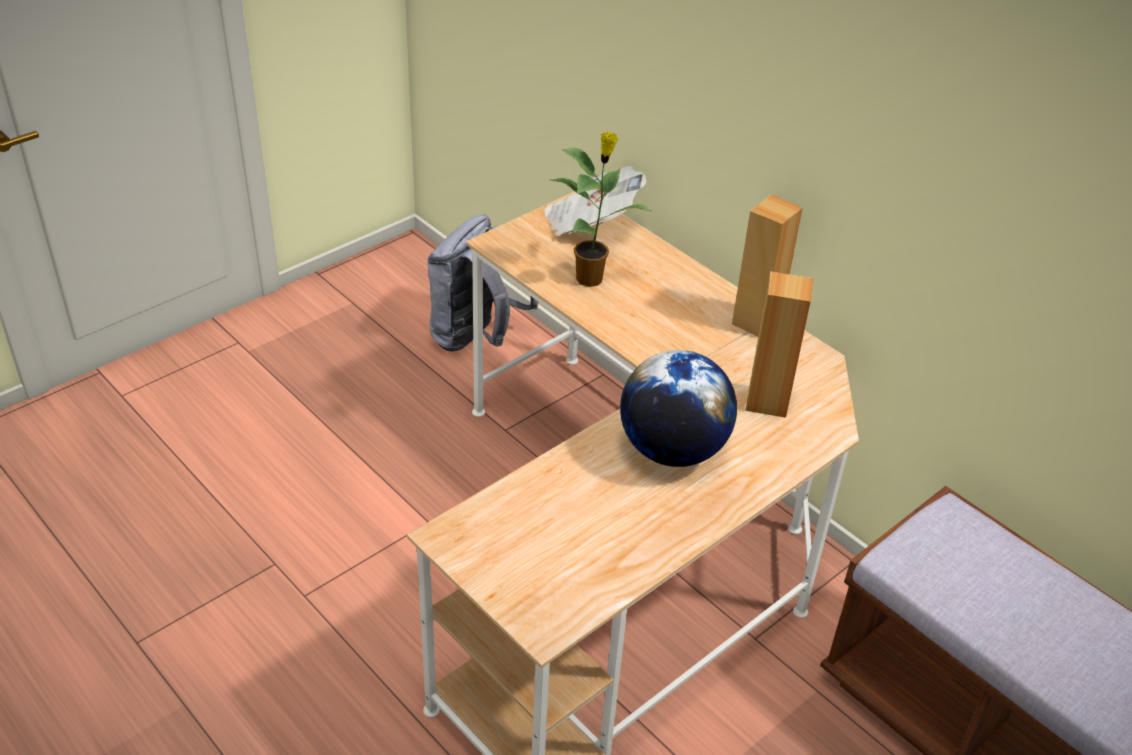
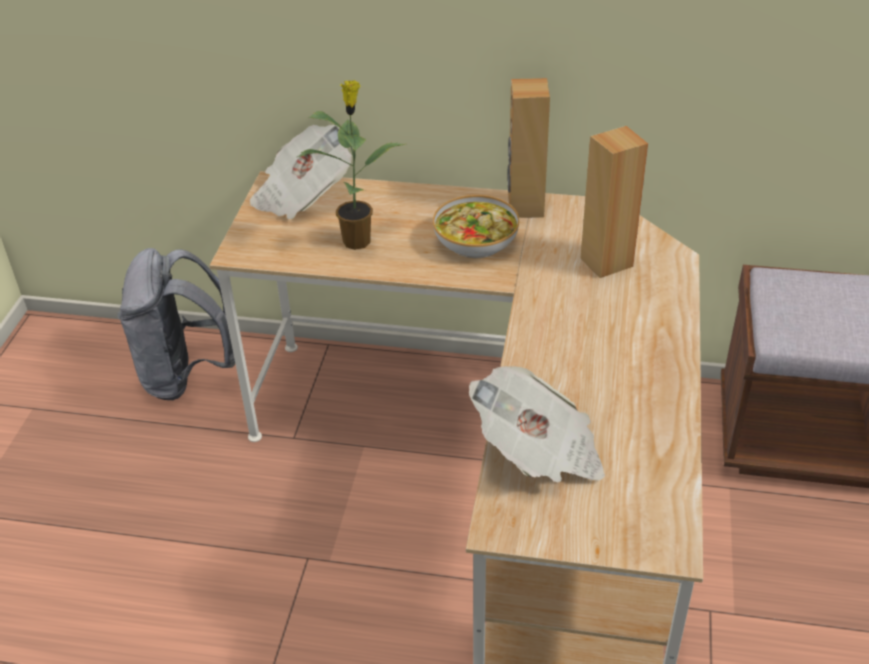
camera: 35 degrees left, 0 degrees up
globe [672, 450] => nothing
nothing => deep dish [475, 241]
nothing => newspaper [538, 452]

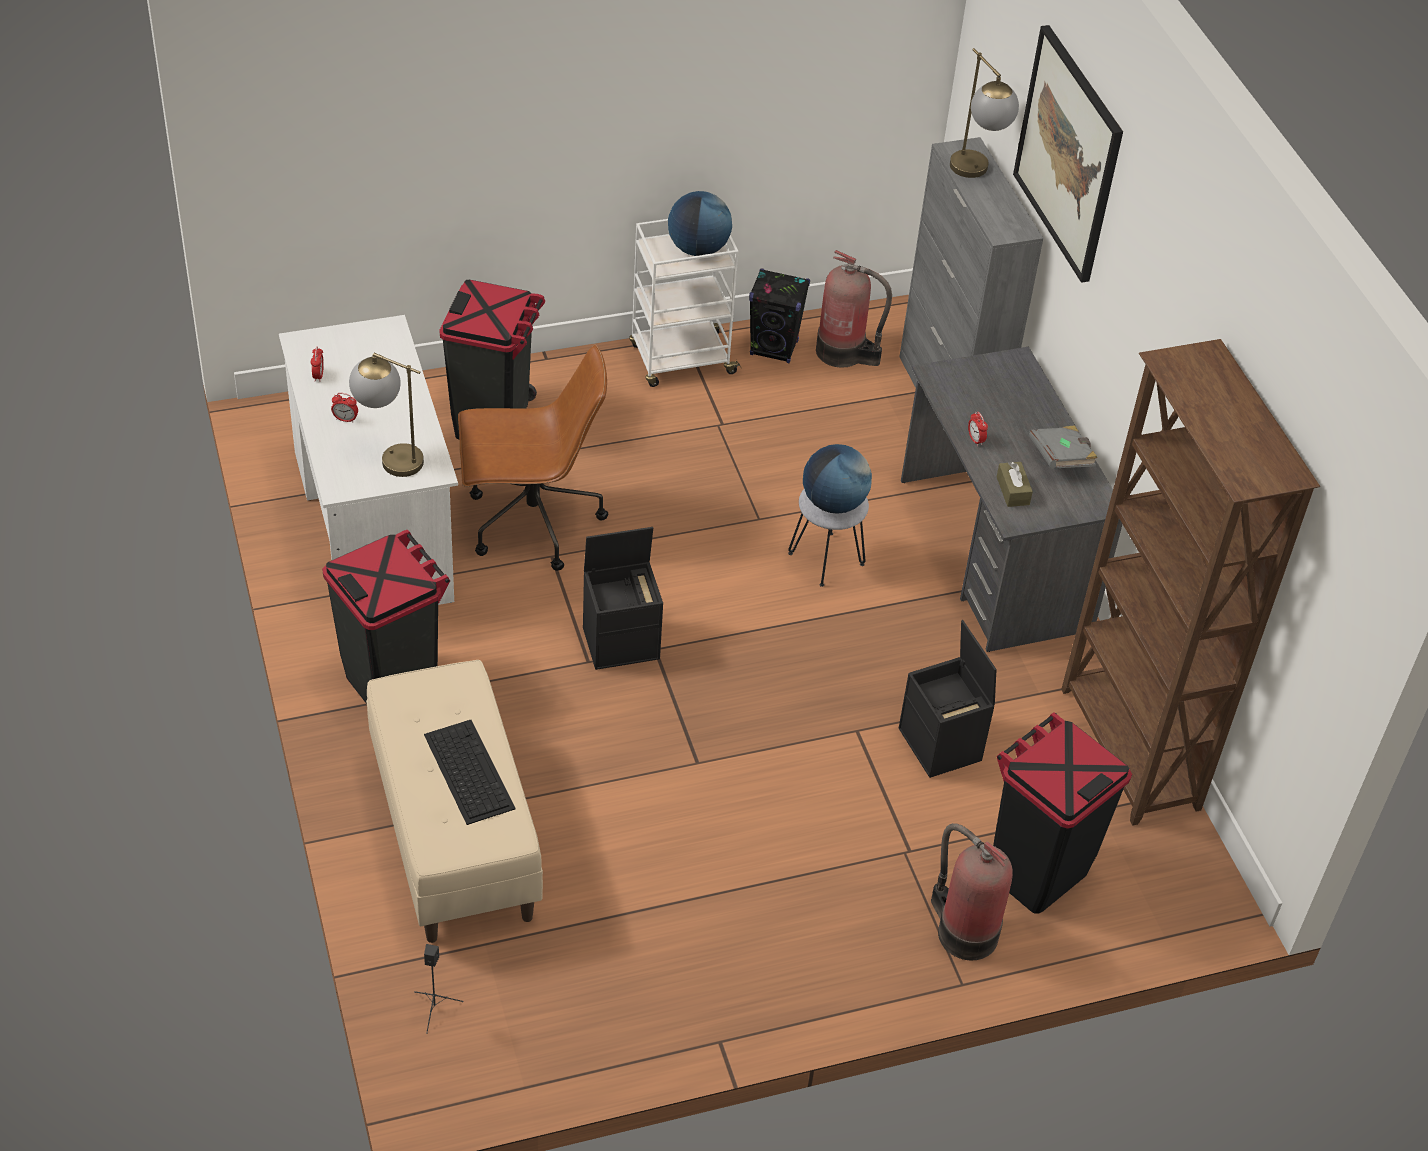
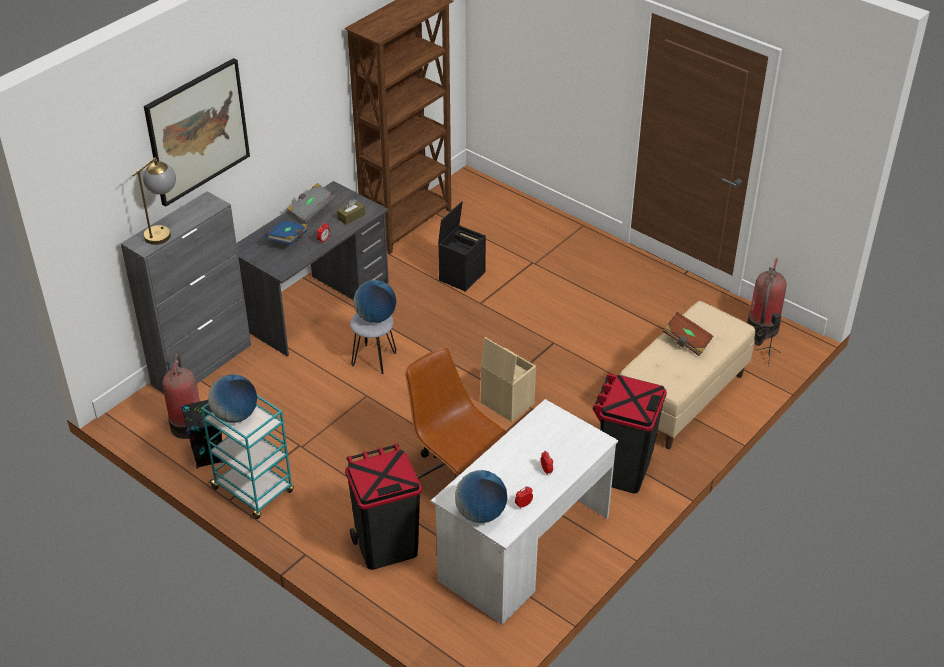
camera: 120 degrees left, 5 degrees down
white wheeled cart [681, 360] => turquoise-coloured wheeled cart [254, 491]
table lamp [389, 457] => nothing
black storage container [622, 642] => sand-coloured storage container [506, 403]
black waste bin [1036, 871] => nothing
PC keyboard [468, 770] => brownish bound book [686, 341]
extinguisher [964, 931] => extinguisher [762, 329], relocated
nothing => bluish bound book [288, 239]
nothing => globe [480, 513]

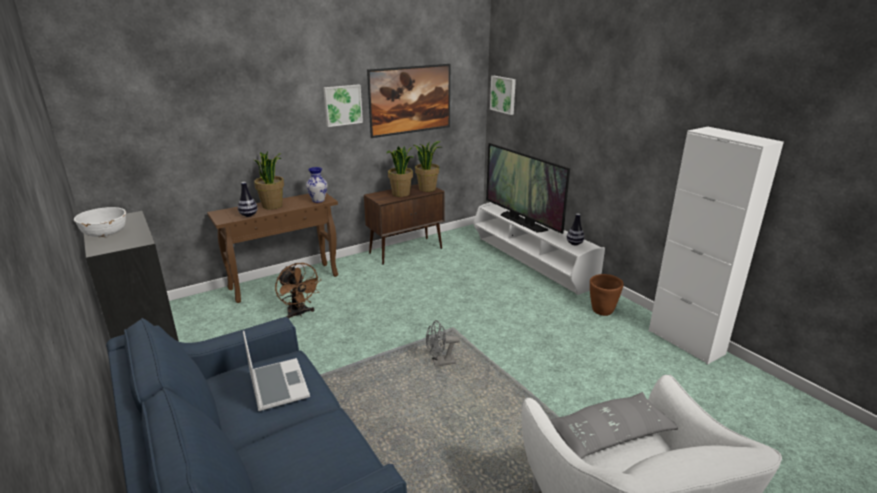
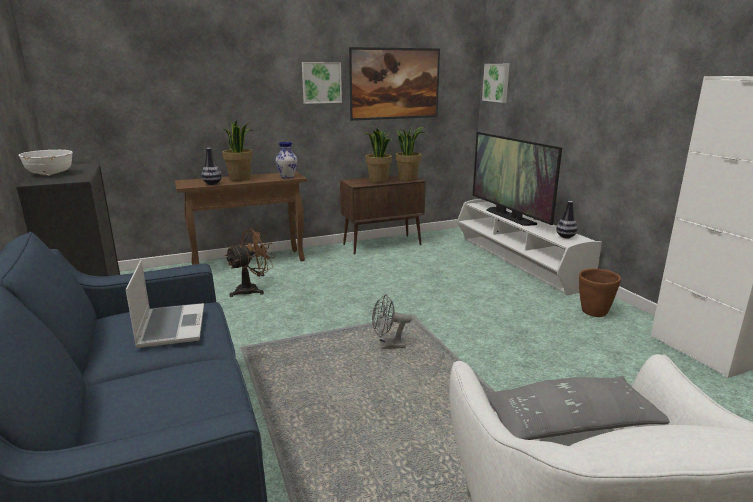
camera: 10 degrees right, 5 degrees down
brownish cooling fan [299, 314] => brownish cooling fan [252, 290], 105 degrees counterclockwise

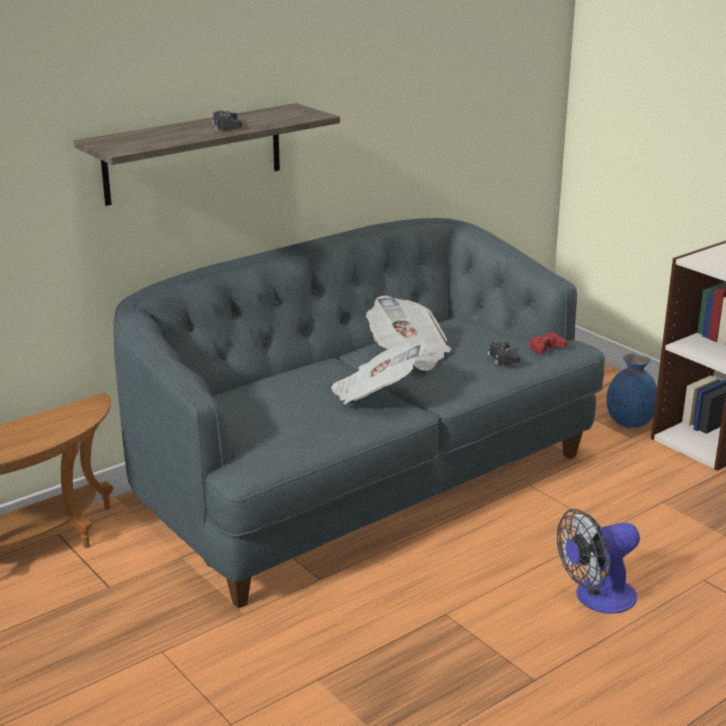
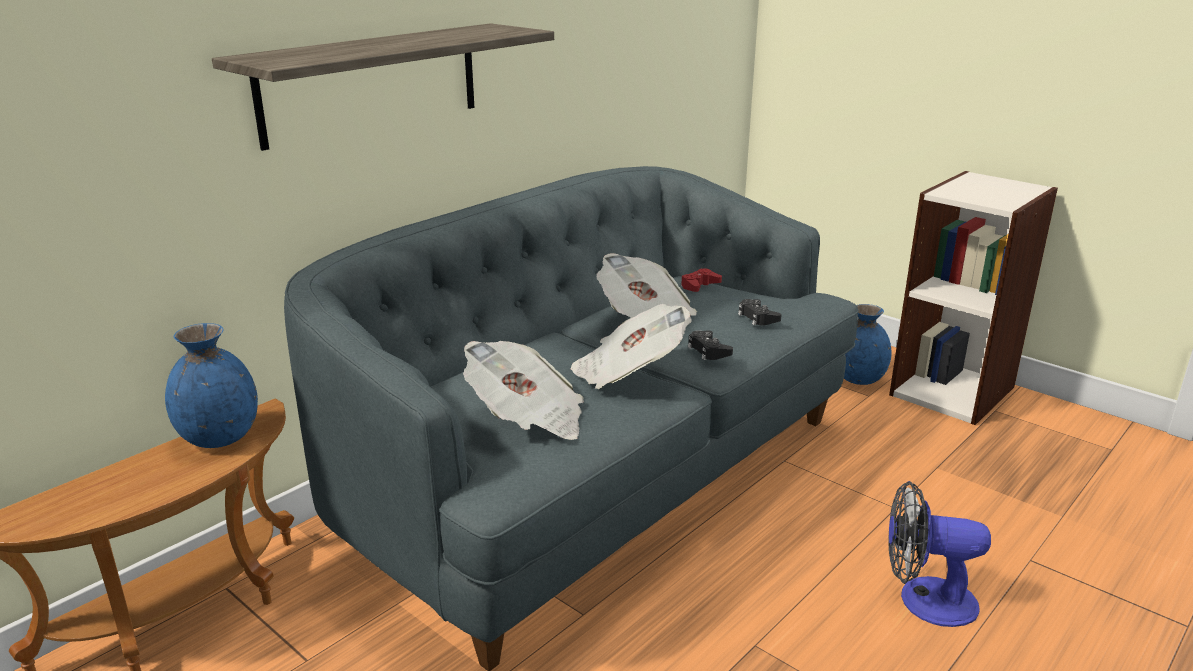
camera: 10 degrees left, 0 degrees up
black gamepad [227, 126] => black gamepad [708, 350], relocated
red gamepad [546, 348] => red gamepad [699, 285], relocated
cooling fan [596, 598] => cooling fan [924, 600], 45 degrees clockwise
nothing => bluish vase [220, 438]
nothing => newspaper [527, 418]

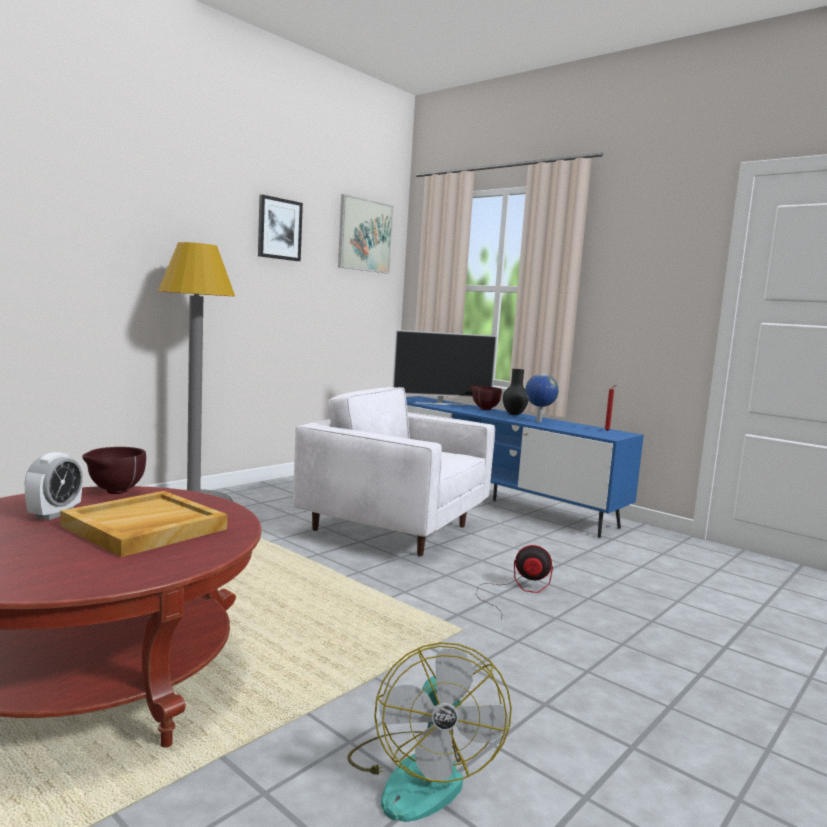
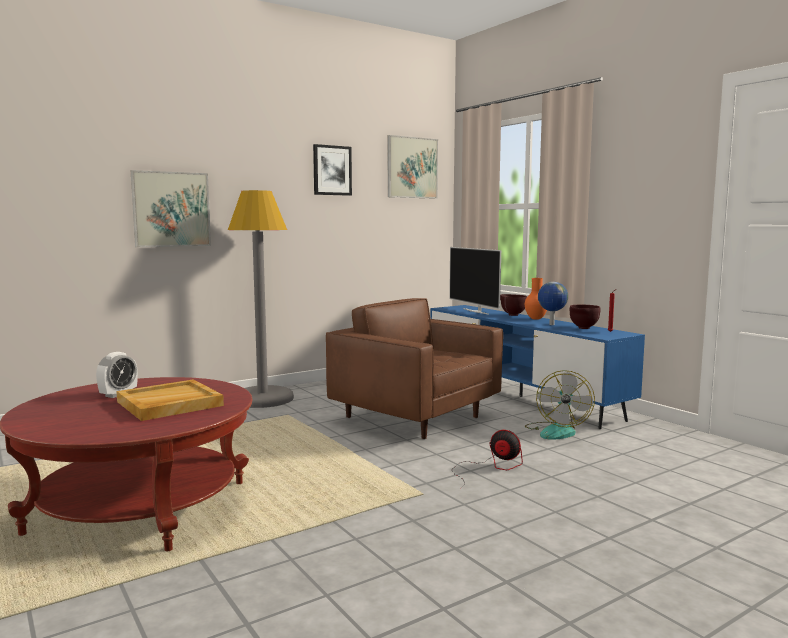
camera: 15 degrees right, 0 degrees up
TV [441, 404] => TV [476, 311], 60 degrees clockwise
black vase [514, 414] => orange-coloured vase [536, 319]
white lounge chair [395, 529] => brownish lounge chair [415, 418]
brownish deep dish [114, 492] => brownish deep dish [583, 328], relocated
cooling fan [420, 774] => cooling fan [556, 431], relocated
nothing => wall art [171, 209]

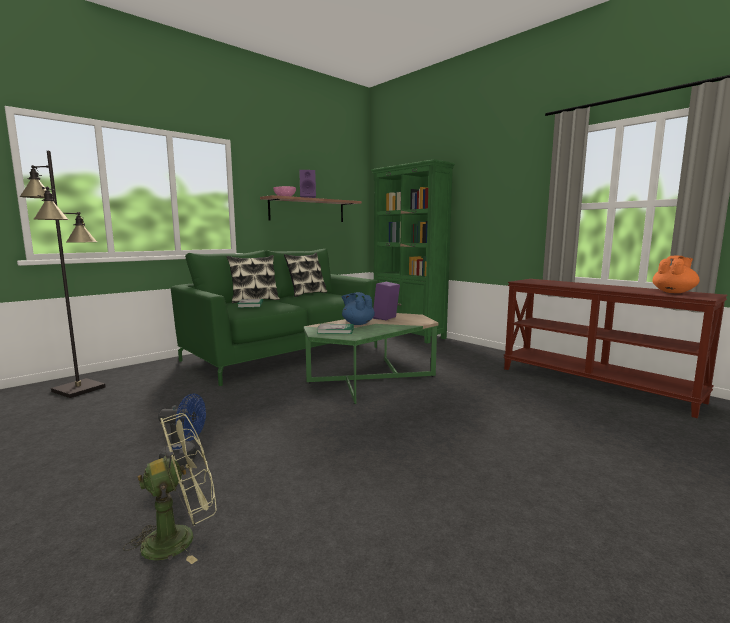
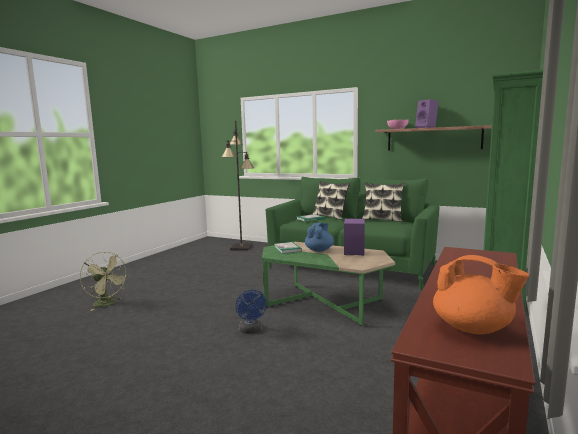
camera: 70 degrees right, 0 degrees up
bluish cooling fan [184, 457] => bluish cooling fan [251, 331], relocated

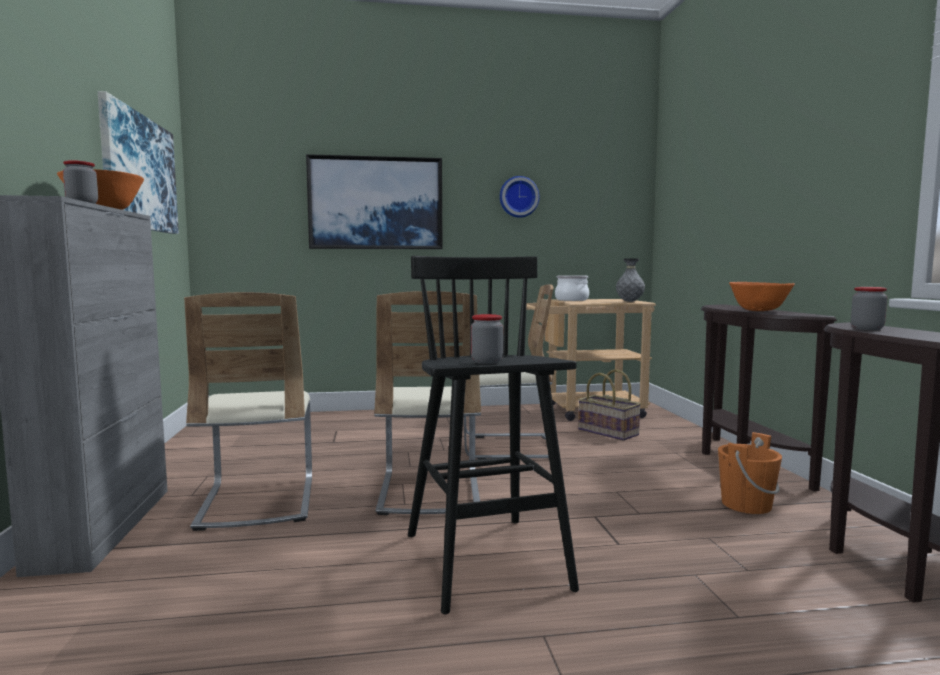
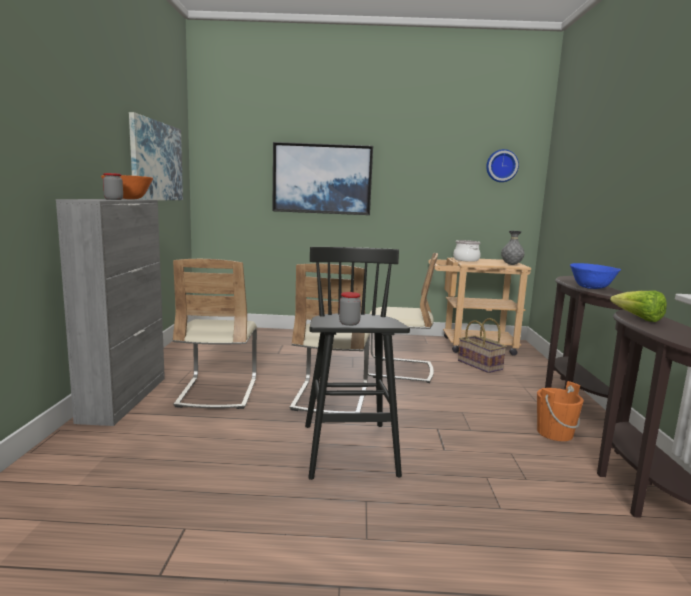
camera: 10 degrees right, 5 degrees up
hanging clock [518, 197] => hanging clock [501, 166], relocated
orange-coloured deep dish [759, 311] => bluish deep dish [591, 288]
jar [867, 329] => lettuce head [638, 319]

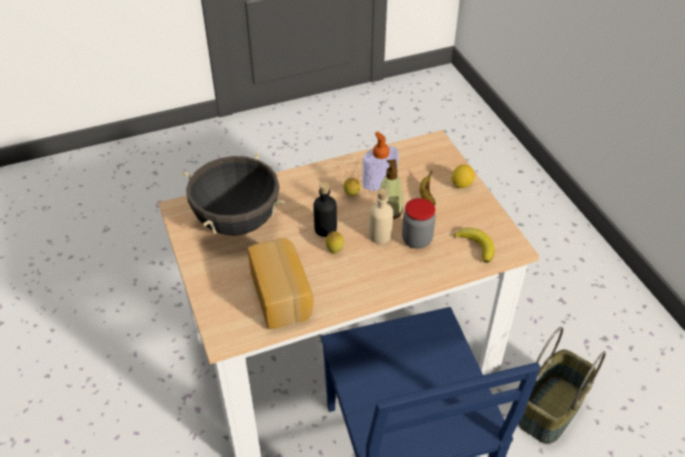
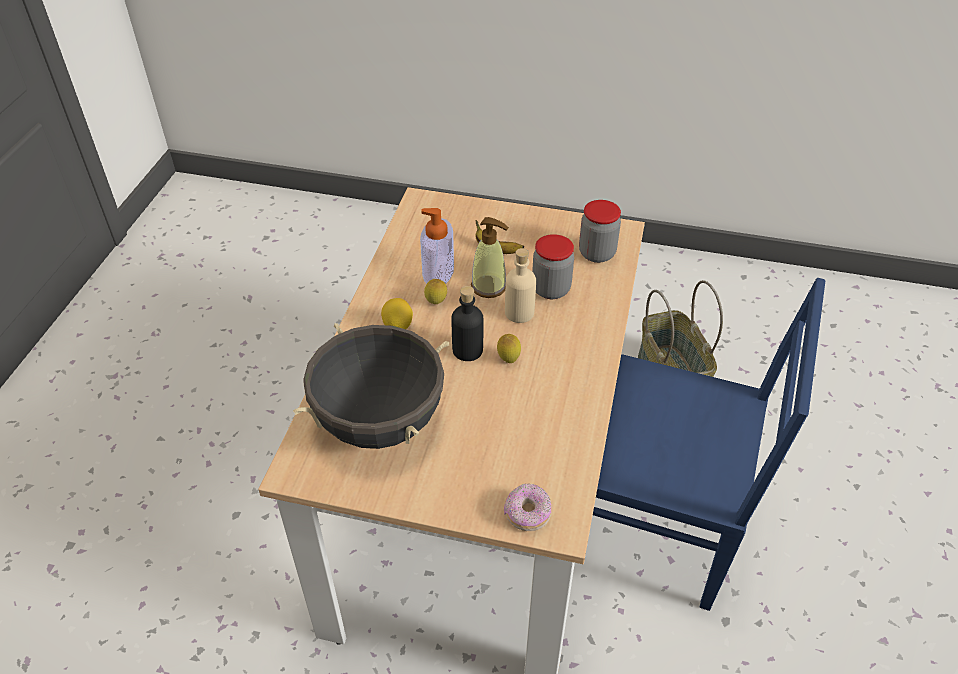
camera: 55 degrees left, 0 degrees up
lemon [461, 184] => lemon [398, 326], relocated
banana fruit [476, 246] => jar [597, 253]
bread [283, 295] => nothing
nothing => donut [527, 514]

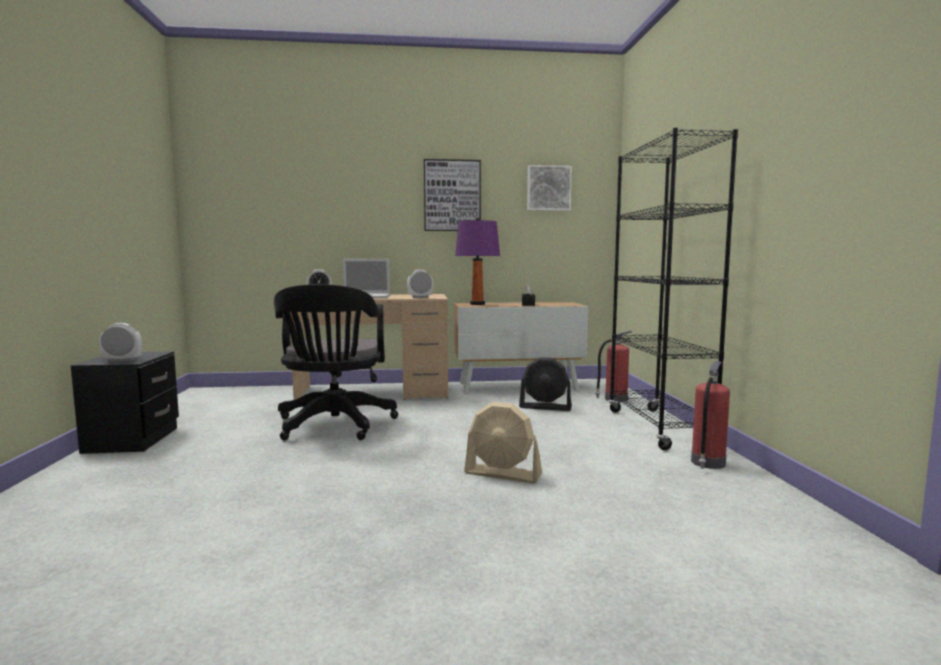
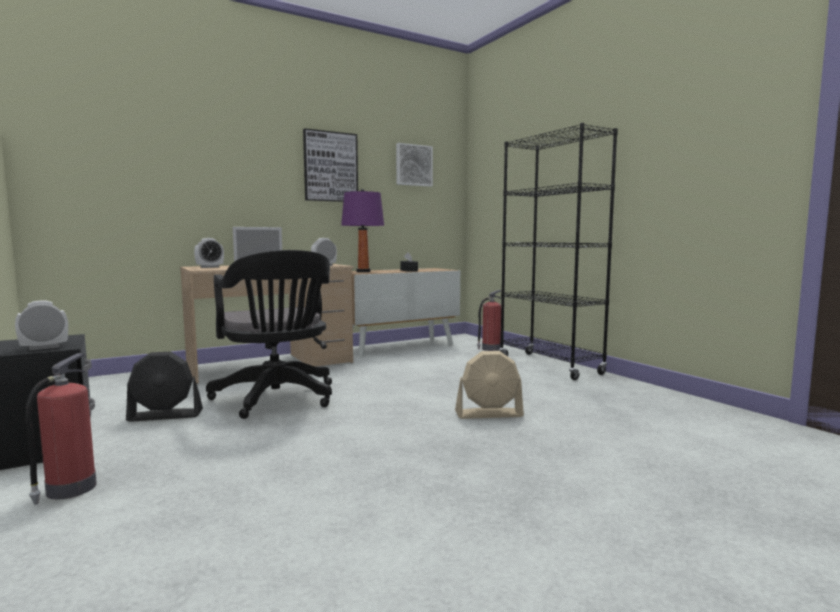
camera: 25 degrees left, 0 degrees up
black cooling fan [545, 407] => black cooling fan [166, 415], relocated
extinguisher [707, 463] => extinguisher [69, 490], relocated

